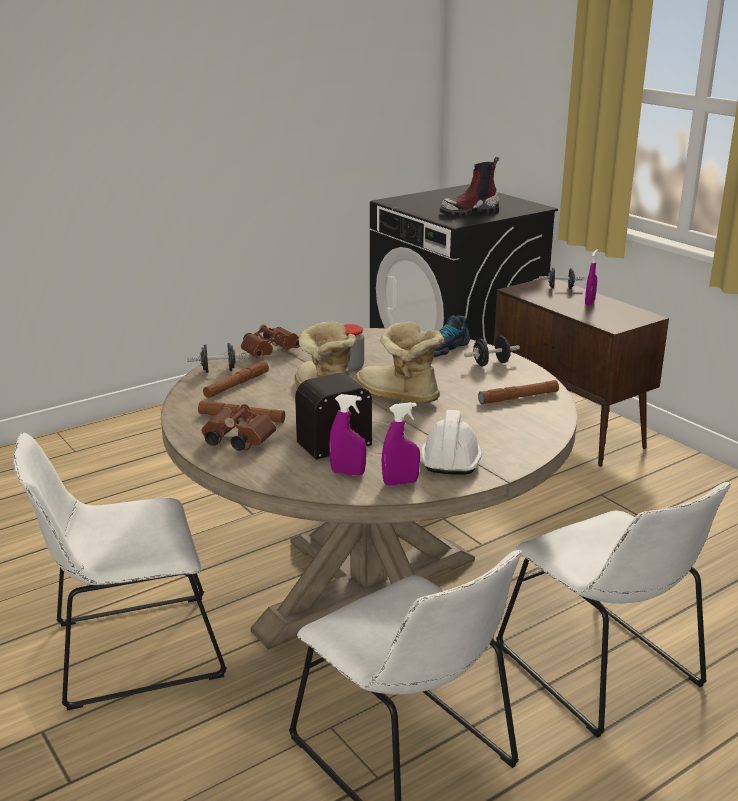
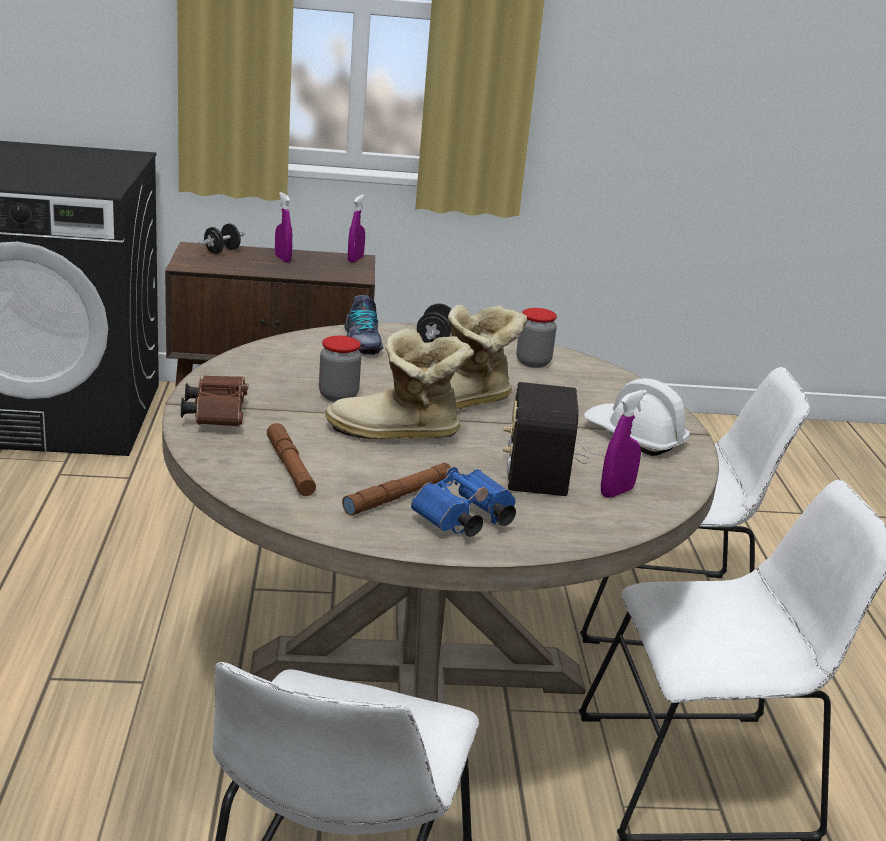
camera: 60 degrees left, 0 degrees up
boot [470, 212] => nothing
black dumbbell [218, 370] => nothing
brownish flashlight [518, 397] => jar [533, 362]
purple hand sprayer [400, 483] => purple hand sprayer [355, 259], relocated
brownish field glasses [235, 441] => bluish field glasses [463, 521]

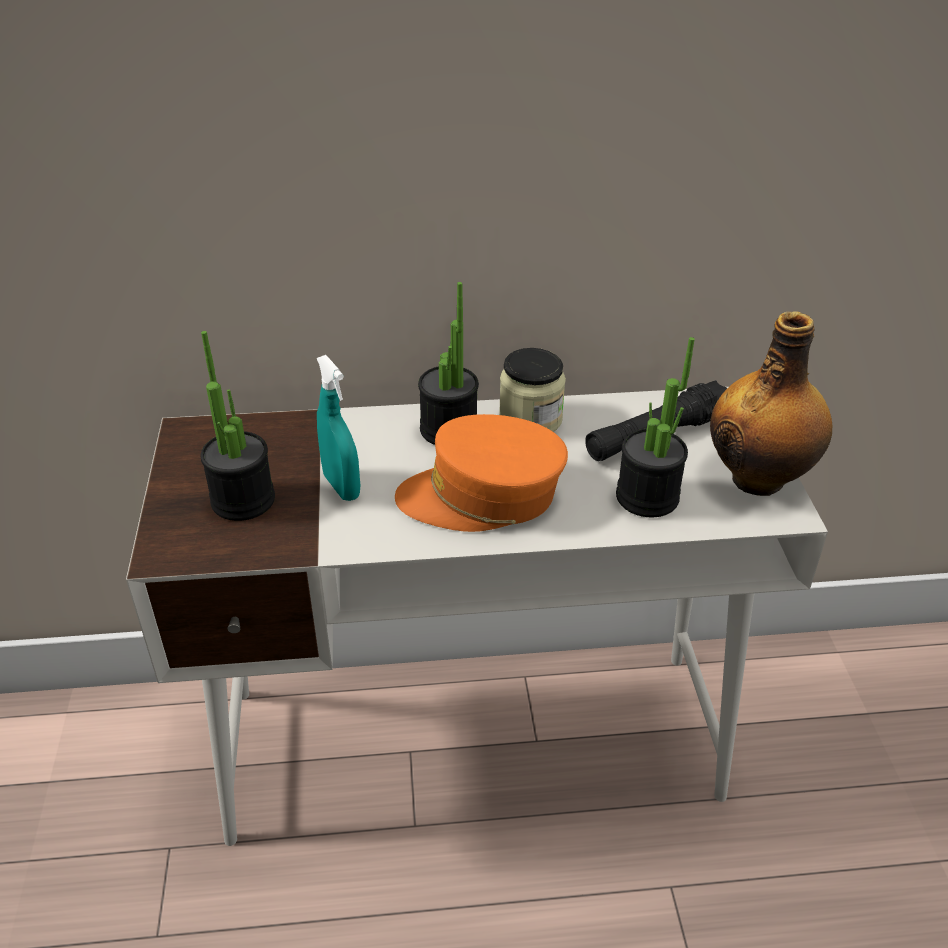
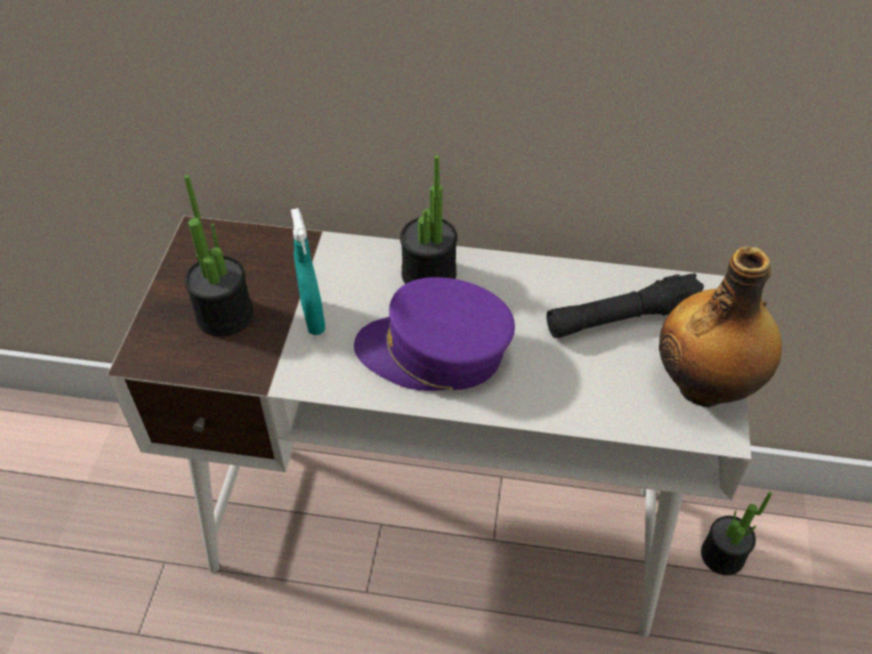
camera: 15 degrees right, 10 degrees up
plant in a pot [647, 497] => plant in a pot [722, 555], relocated
jar [530, 419] => nothing
orange-coloured peaked cap [482, 496] => purple peaked cap [435, 353]

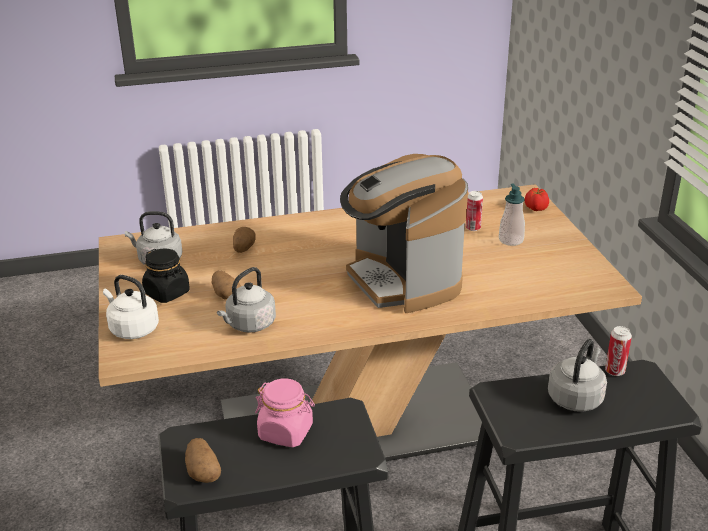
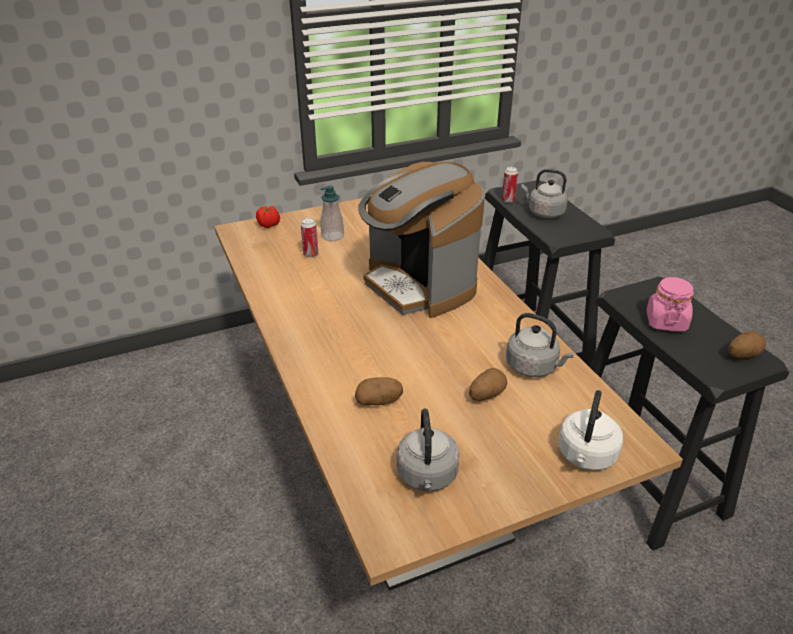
camera: 100 degrees left, 5 degrees up
coffee brewer [403, 280] => coffee brewer [419, 285], 90 degrees clockwise
black jar [167, 293] => nothing

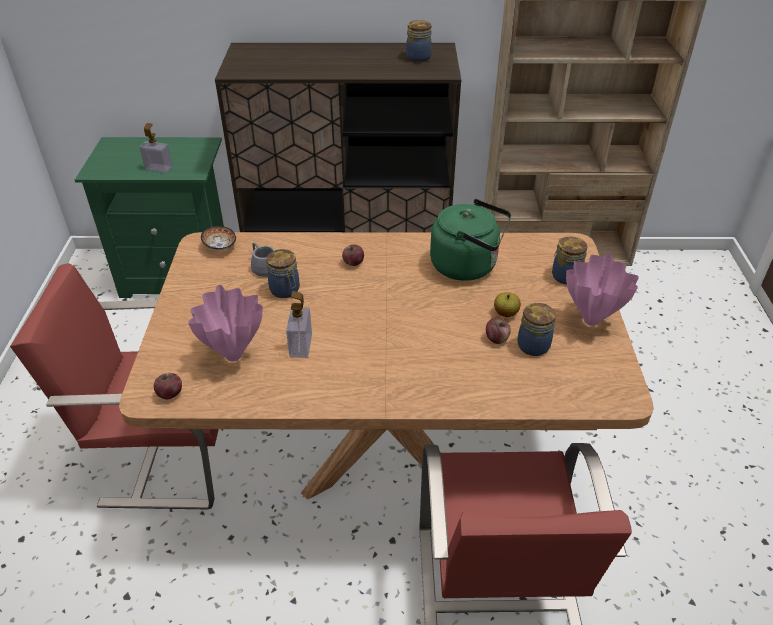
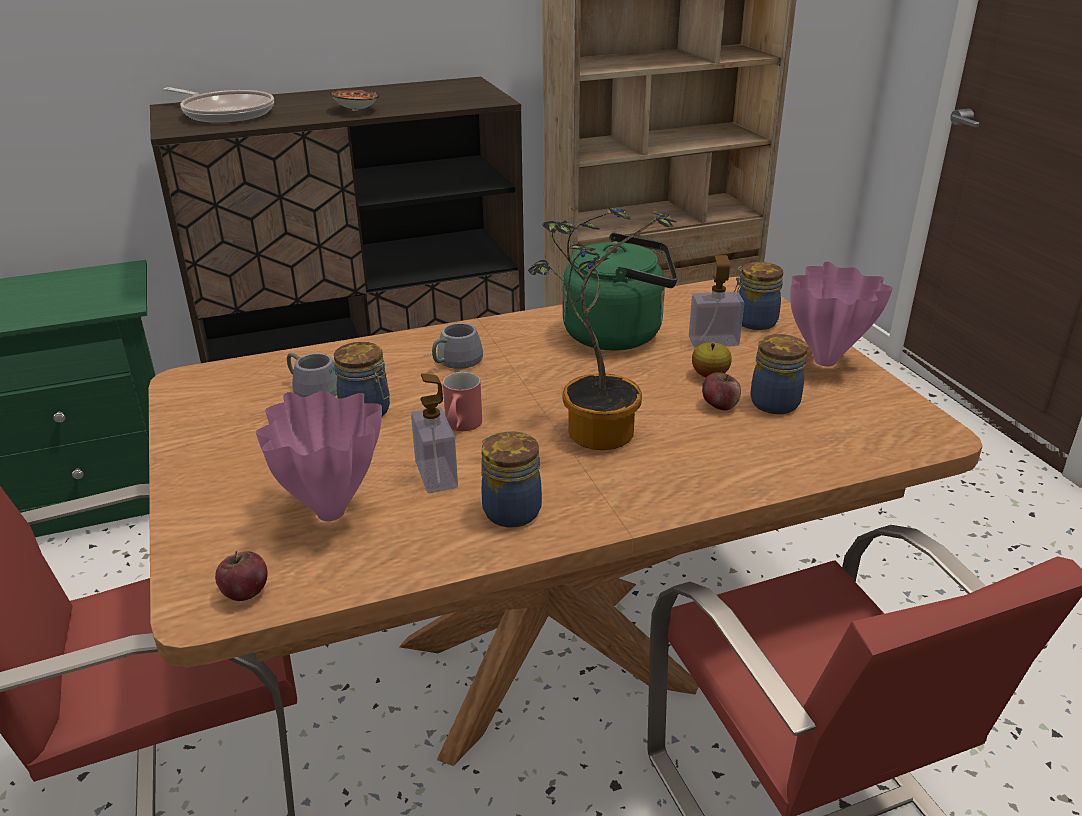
camera: 20 degrees left, 10 degrees down
jar [417, 57] => jar [509, 510], relocated
liquid soap bottle [159, 168] => liquid soap bottle [713, 341], relocated
deep dish [220, 246] => deep dish [356, 110], relocated
apple fruit [353, 263] => greyish tea mug [452, 360]
nothing => skillet [225, 113]
nothing => plant in a pot [593, 428]
nothing => red tea mug [461, 427]

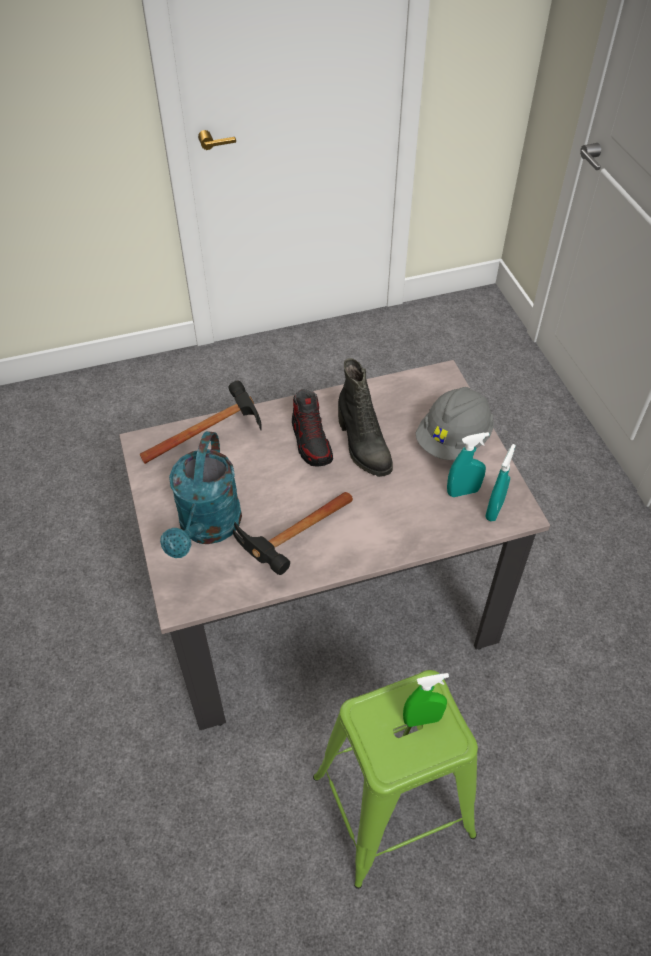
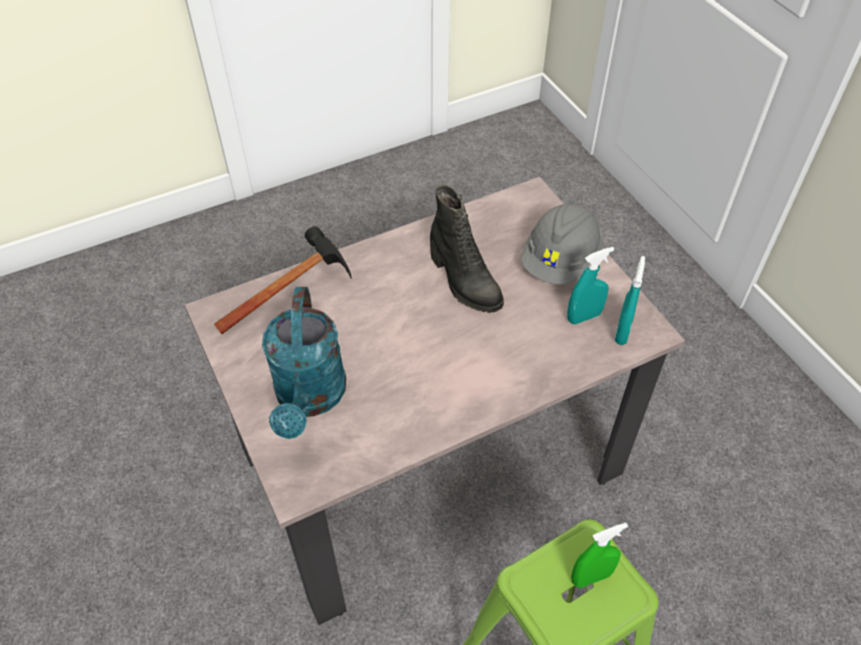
camera: 10 degrees left, 0 degrees up
shoe [311, 441] => nothing
tool hammer [291, 548] => nothing

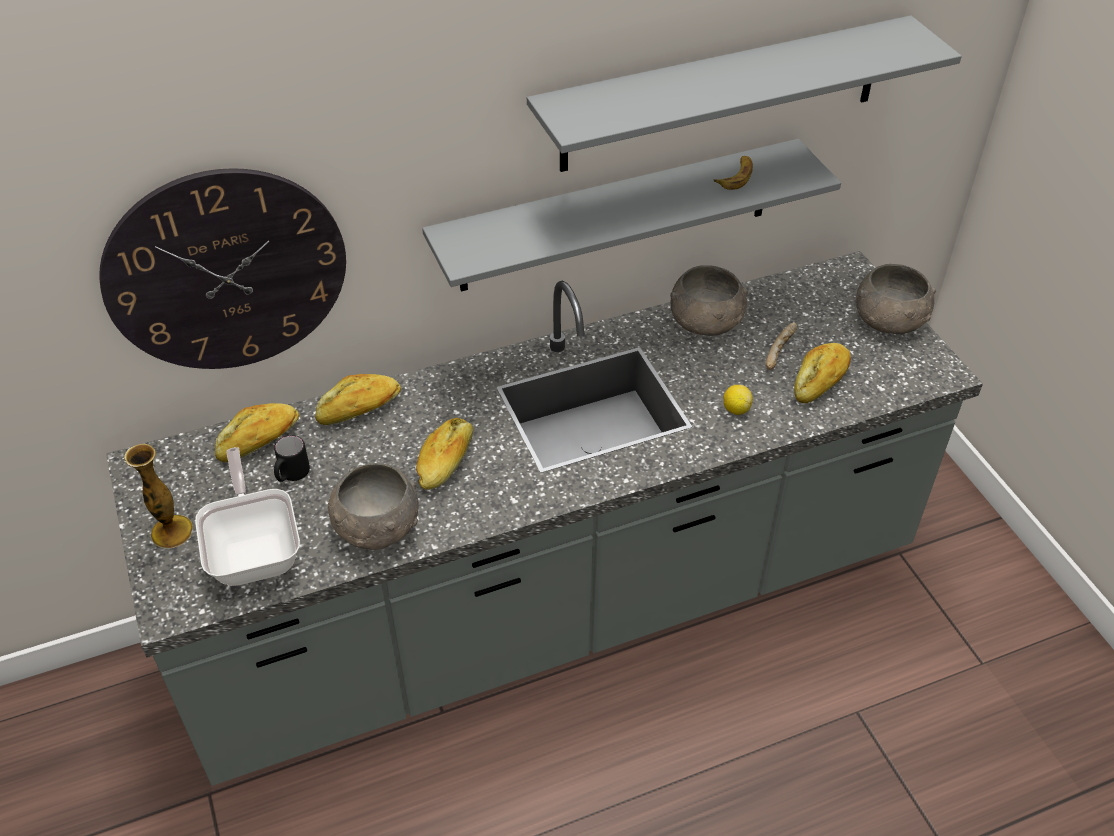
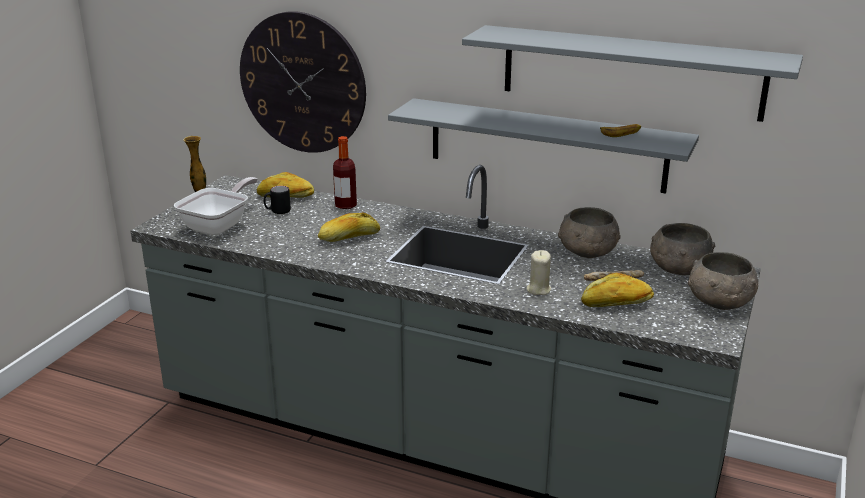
camera: 45 degrees right, 20 degrees down
bread [359, 409] => bottle [345, 205]
lemon [736, 409] => sand-coloured wax candle [538, 289]
greyish deep dish [376, 528] => greyish deep dish [678, 269], relocated

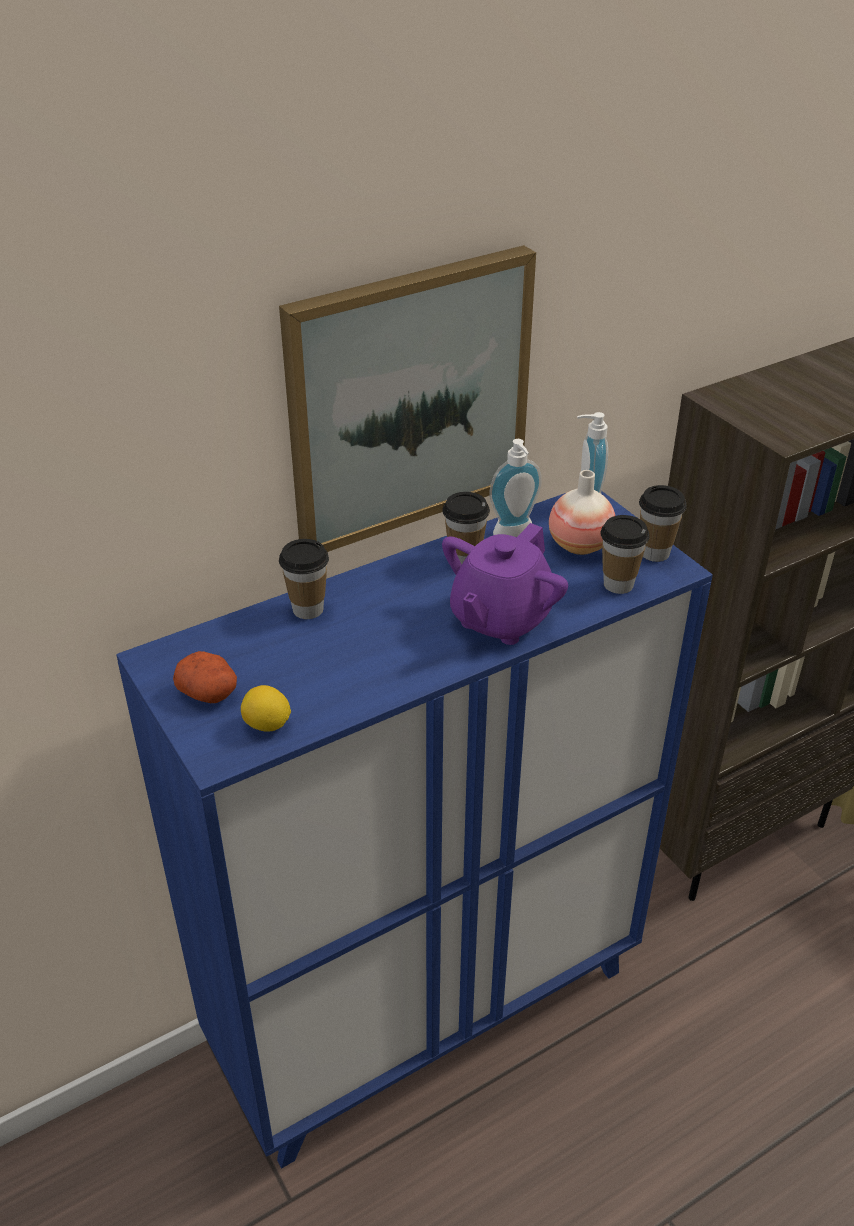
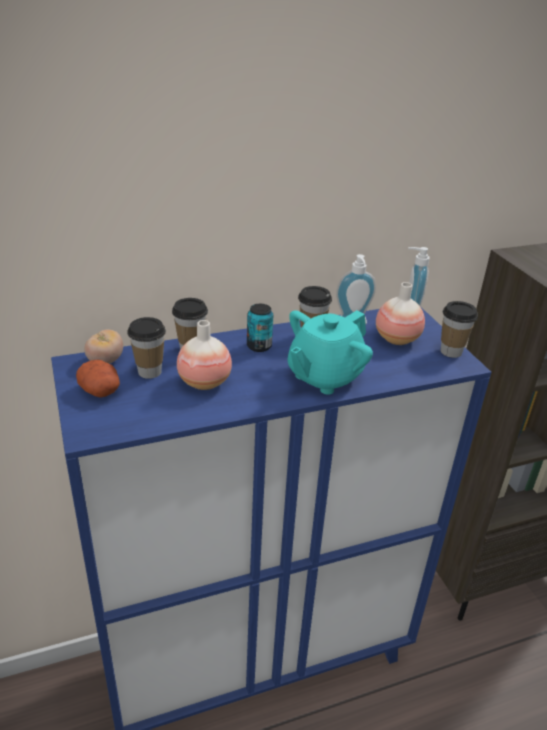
camera: 10 degrees right, 5 degrees down
wall art [408, 400] => nothing
cup [618, 584] => cup [149, 372], relocated
purple pot for tea [500, 619] => turquoise-coloured pot for tea [324, 376]
lemon [267, 725] => nothing
nothing => can [259, 346]
nothing => vase [204, 382]
nothing => fresh tomato [105, 361]

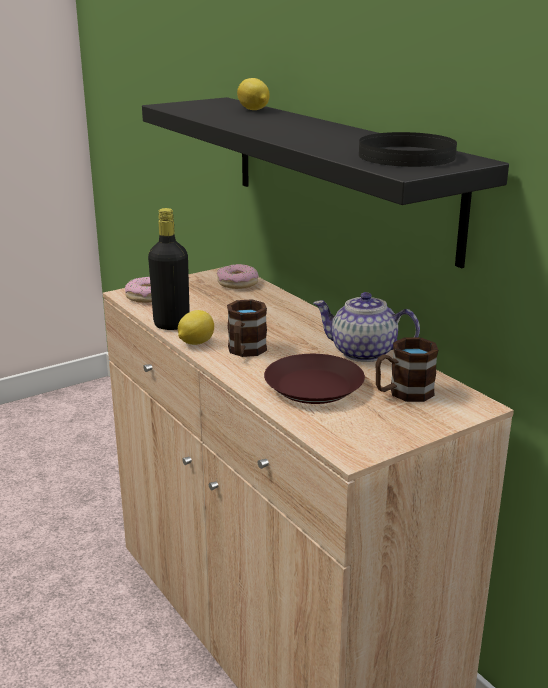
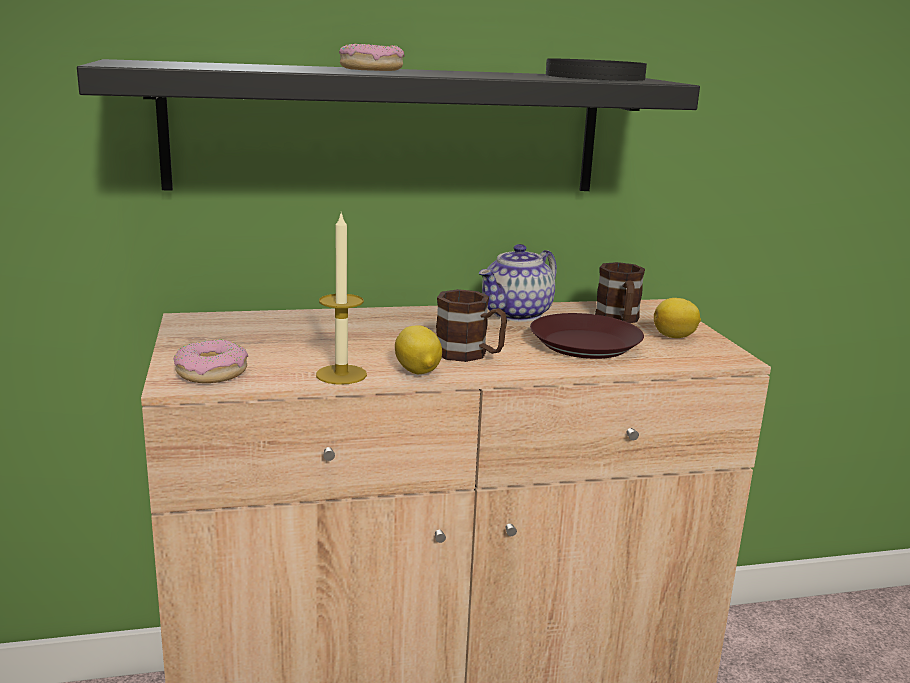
camera: 70 degrees left, 5 degrees down
lemon [254, 110] => lemon [675, 337], relocated
black bottle [171, 325] => wax candle [341, 374]
donut [237, 283] => donut [371, 69], relocated

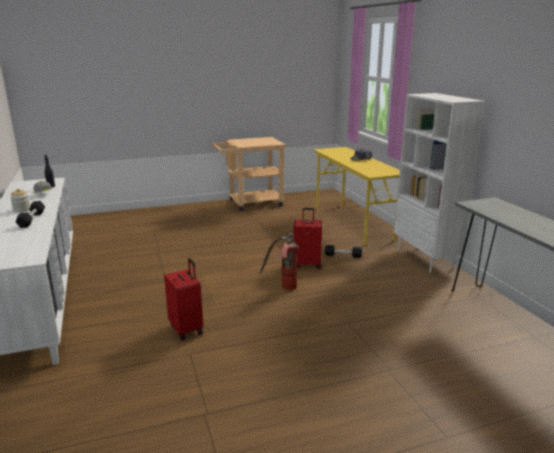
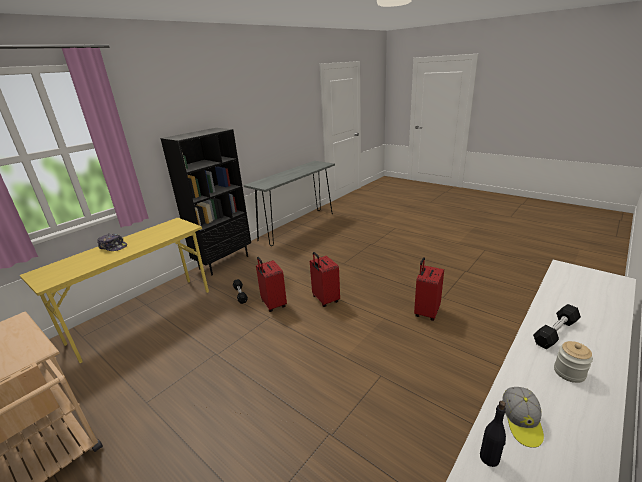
camera: 120 degrees left, 5 degrees up
white shelving unit [425, 259] => black shelving unit [224, 262]
extinguisher [283, 287] => red travel case [325, 300]

